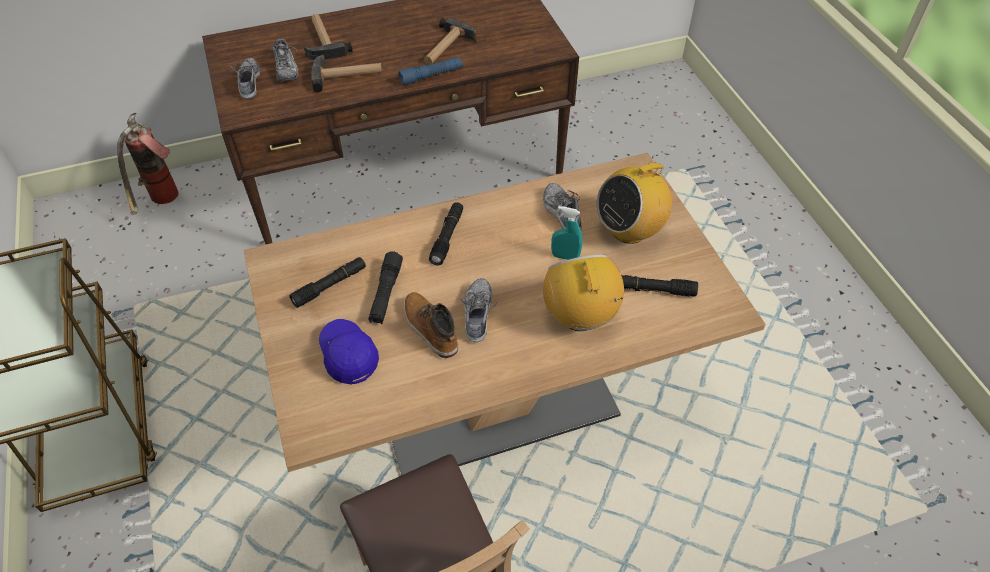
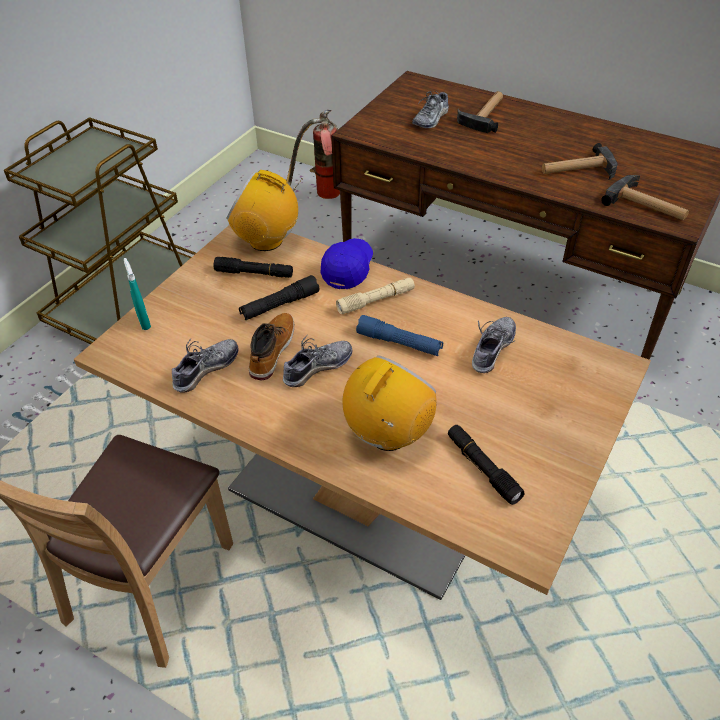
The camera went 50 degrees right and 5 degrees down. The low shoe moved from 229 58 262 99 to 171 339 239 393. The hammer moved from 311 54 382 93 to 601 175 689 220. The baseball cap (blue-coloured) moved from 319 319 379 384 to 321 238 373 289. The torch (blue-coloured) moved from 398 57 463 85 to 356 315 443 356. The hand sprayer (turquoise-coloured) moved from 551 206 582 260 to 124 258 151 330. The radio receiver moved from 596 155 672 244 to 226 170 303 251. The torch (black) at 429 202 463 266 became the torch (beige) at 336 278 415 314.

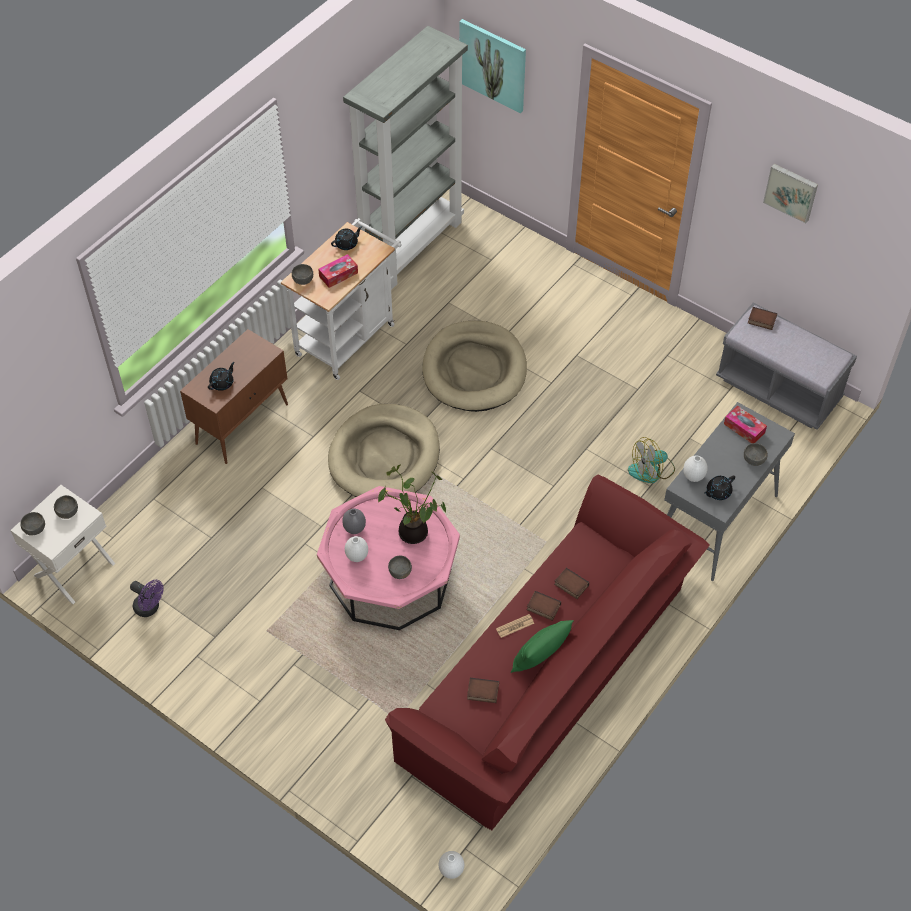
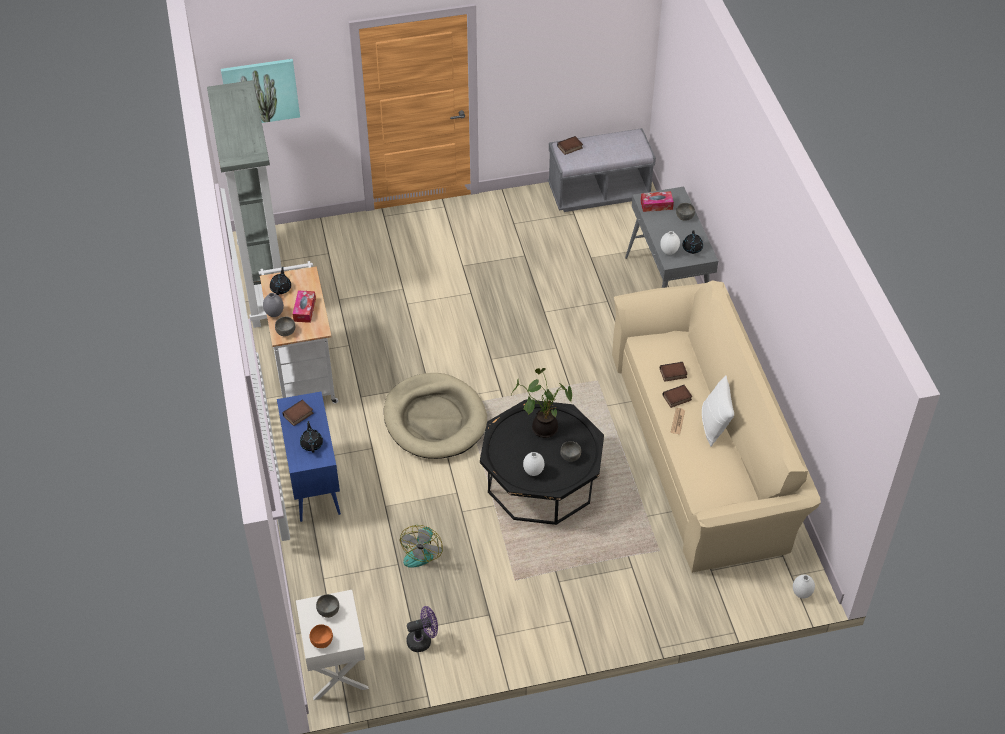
The camera went 50 degrees left and 5 degrees down. The dog cushion (beige) at 422 321 527 412 disappeared. The wall art at 763 164 818 224 disappeared. The decorative vase (grey) moved from 342 509 366 534 to 263 293 284 317. The book moved from 467 678 499 703 to 283 400 314 426. The fan moved from 628 437 675 483 to 400 525 443 568. The bowl (grey) at 20 512 45 536 became the bowl (orange-coloured) at 310 624 333 648. The cabinet (brownish) at 180 329 288 464 became the cabinet (blue-coloured) at 277 392 341 522. The lounge table (pink-coloured) at 317 486 460 630 became the lounge table (black) at 480 399 604 525. The couch (reddish) at 385 474 710 830 became the couch (beige) at 612 280 821 573. The pillow (green) at 511 620 574 673 became the pillow (whitish) at 702 375 734 447.

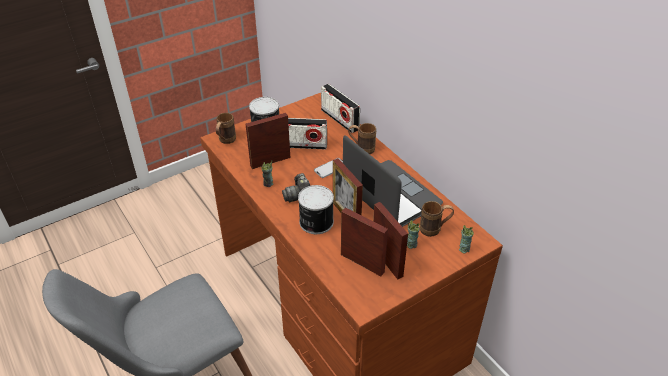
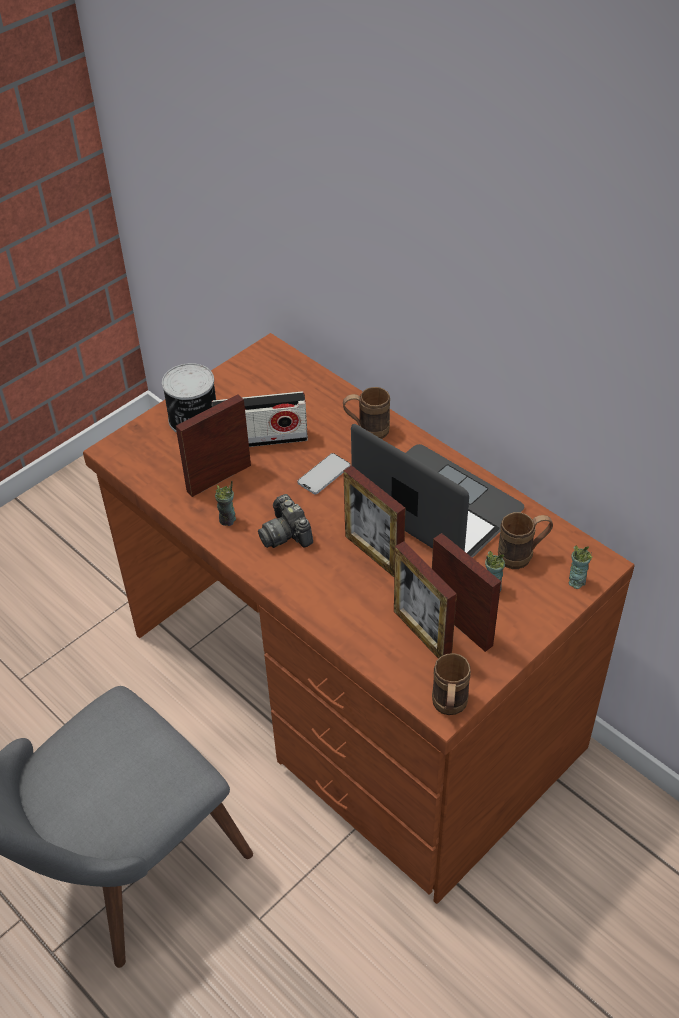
The camera went 10 degrees left and 5 degrees up. The can at 298 185 334 234 disappeared. The radio receiver at 321 84 360 133 disappeared. The tea mug (brownish) moved from 216 113 236 144 to 432 653 471 715. The standing frame at 341 208 388 276 turned 150 degrees counterclockwise.

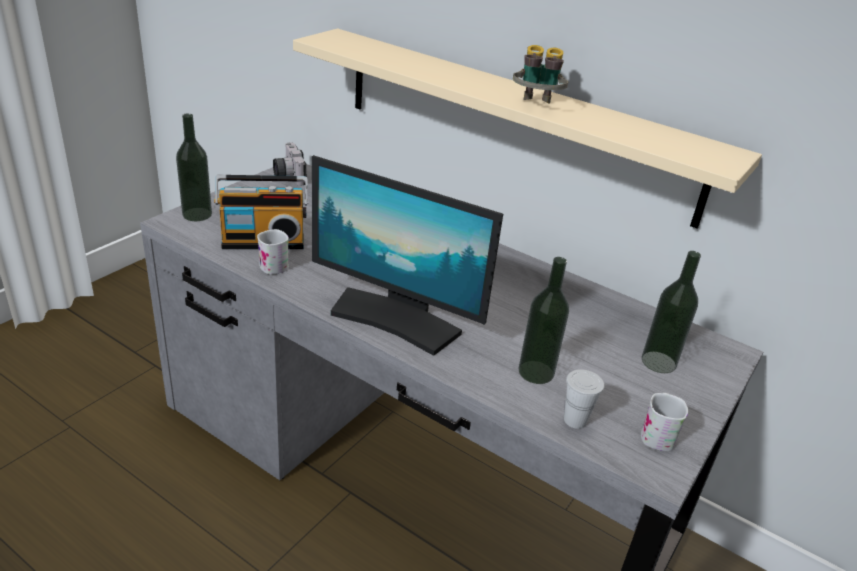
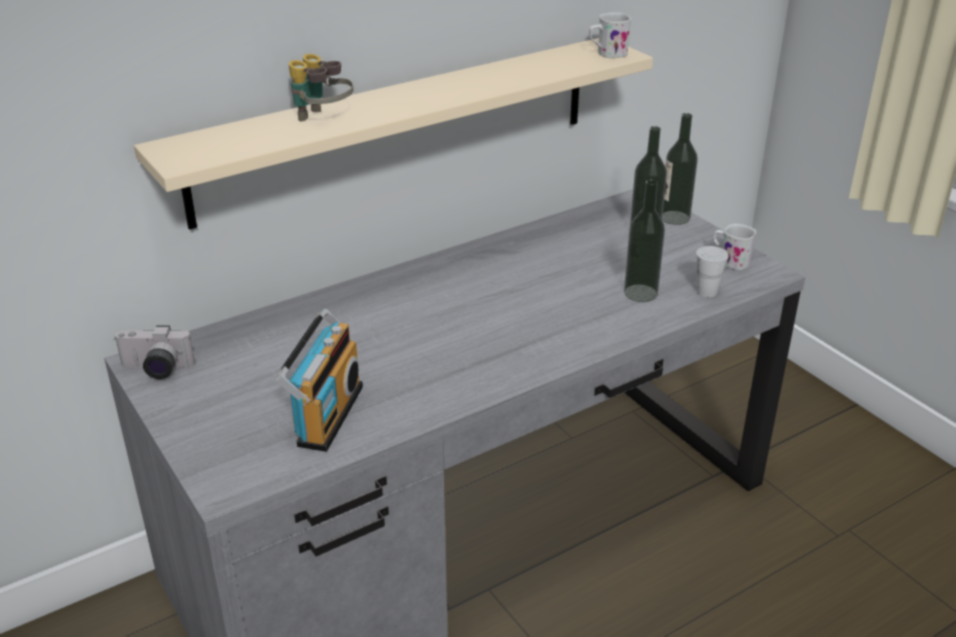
The camera went 65 degrees left and 0 degrees up. The computer display at 312 155 503 356 disappeared. The drink bottle moved from 176 113 212 221 to 662 113 698 225. The tea mug (whitish) moved from 257 229 289 275 to 589 12 631 58. The binoculars moved from 513 45 568 104 to 289 54 354 122.

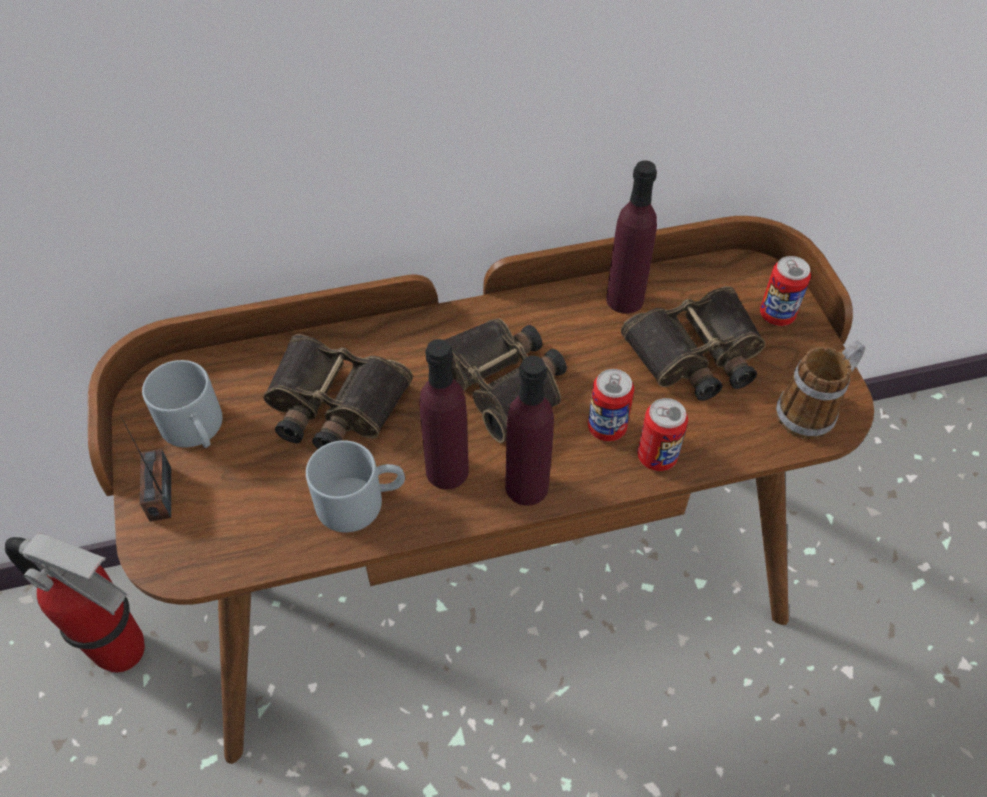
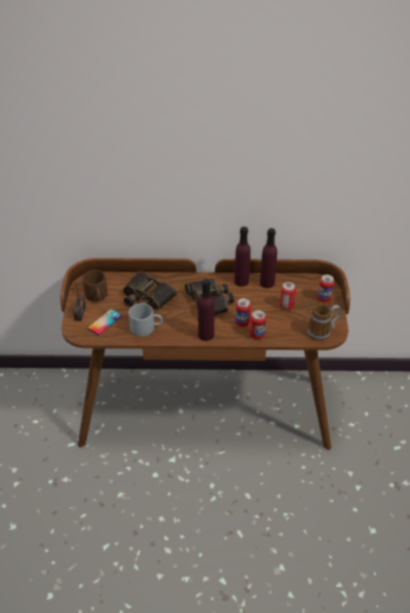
The camera went 15 degrees right and 10 degrees down. The fire extinguisher at 5 533 145 673 disappeared. The phone at 87 309 122 335 appeared. The drink bottle (purplish) moved from 419 339 469 489 to 234 227 251 287. The binoculars at 621 286 766 401 was replaced by the can at 280 282 296 310. The tea mug (grey) at 142 360 223 448 became the tea mug (brownish) at 82 270 108 301.

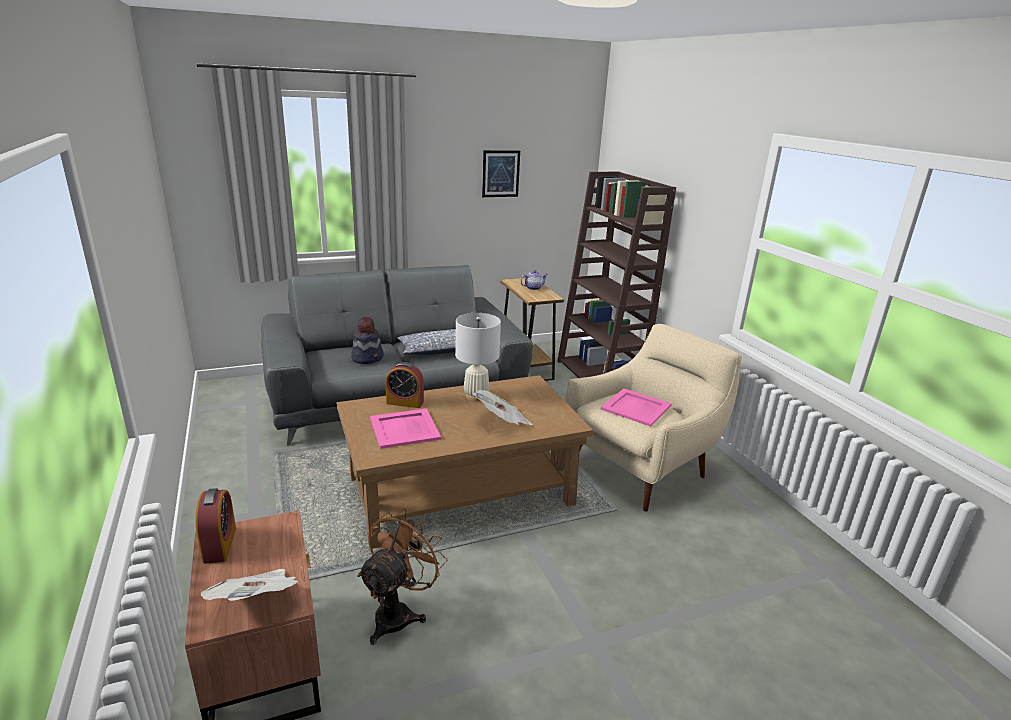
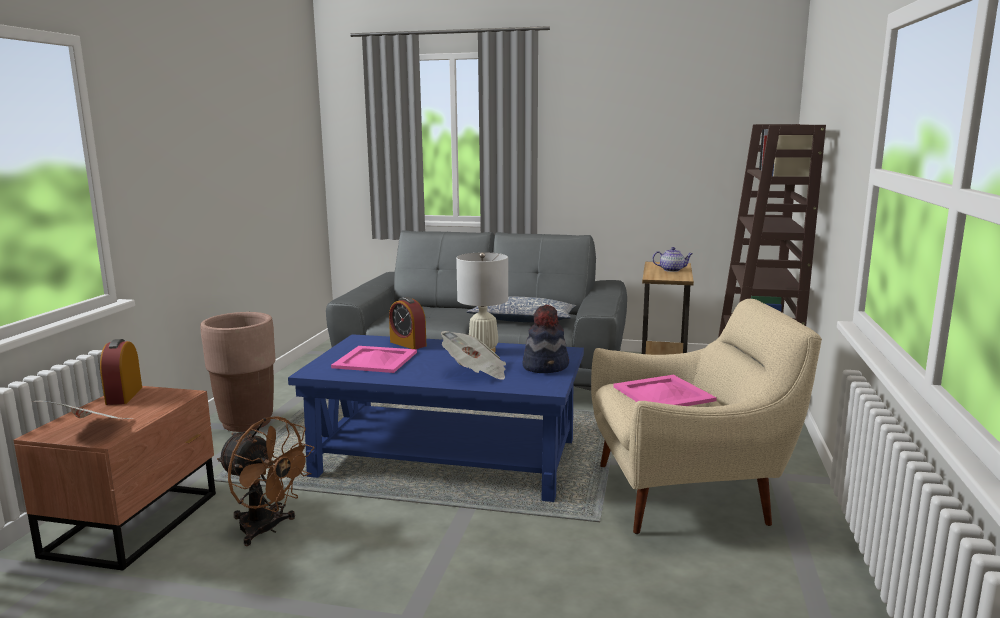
The camera went 35 degrees right and 10 degrees down. The wall art at 482 150 520 197 disappeared. The plant pot (brownish) at 200 312 276 432 appeared. The hat moved from 351 316 384 364 to 522 305 569 373. The lounge table (brownish) at 336 375 593 549 became the lounge table (blue-coloured) at 288 334 584 502. The bedside clock at 196 488 236 564 turned 150 degrees clockwise. The fan (brownish) at 357 509 447 645 turned 60 degrees clockwise.

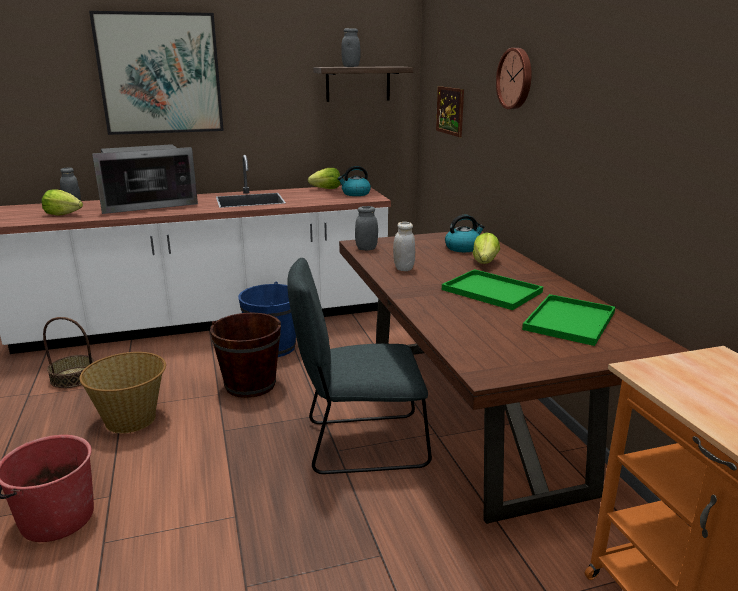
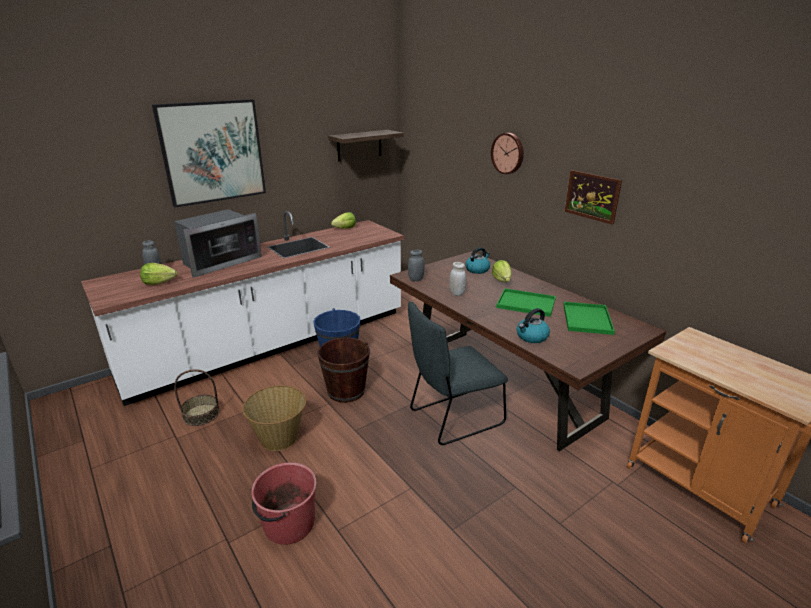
The camera went 20 degrees left and 5 degrees up. The preserve jar (grey) at 341 28 361 67 disappeared. The water kettle moved from 338 166 371 196 to 517 308 550 343. The wall art moved from 436 86 464 137 to 564 170 622 225.

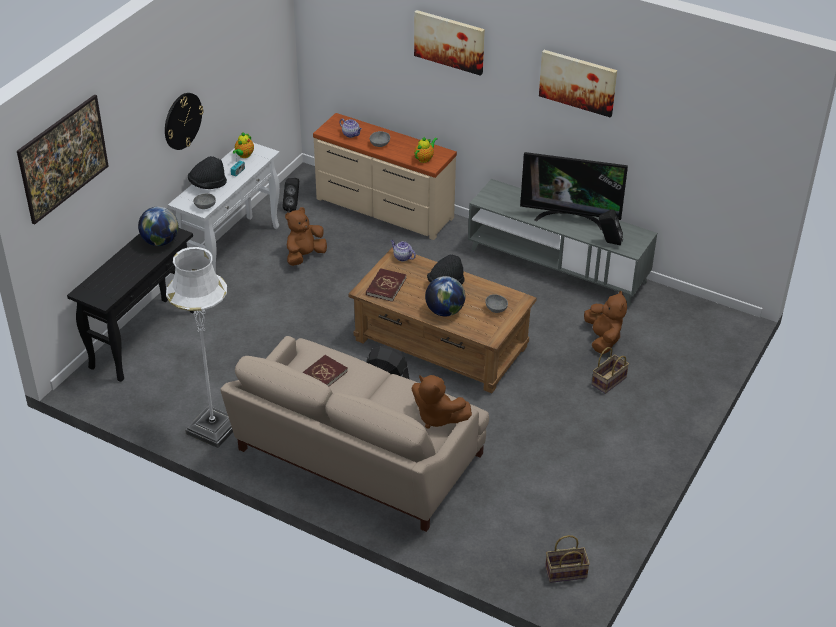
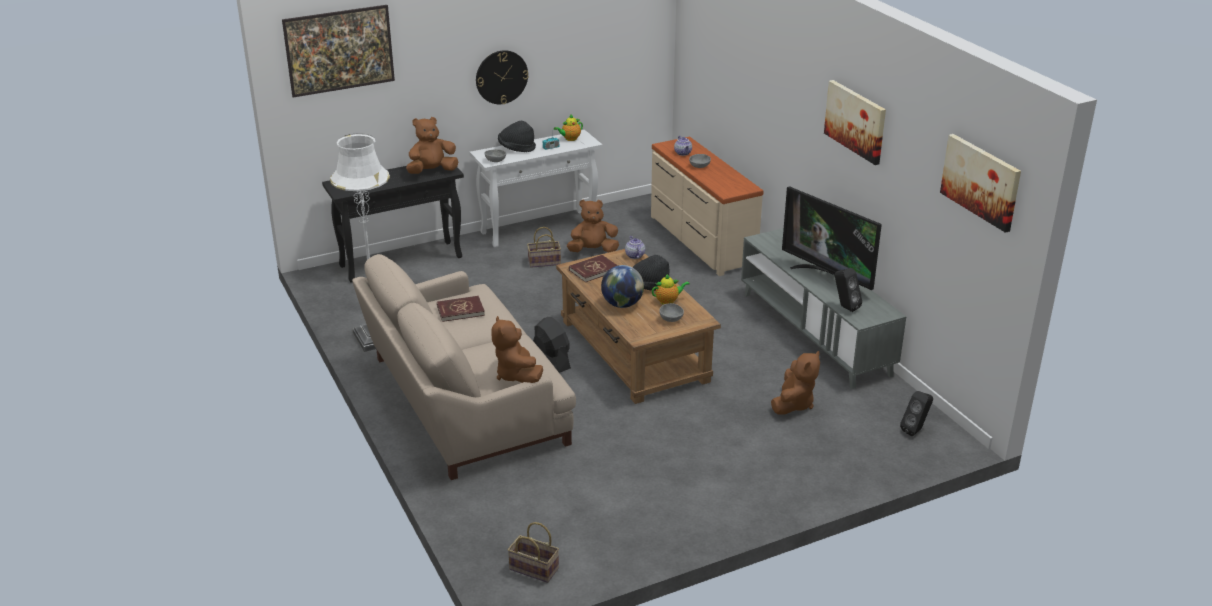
The camera went 35 degrees right and 10 degrees down. The loudspeaker (black) moved from 282 178 299 212 to 900 391 933 436. The wall art moved from 414 10 485 76 to 940 134 1021 233. The tea pot moved from 414 137 438 163 to 652 274 690 305. The basket moved from 592 347 629 394 to 527 227 561 268. The desk globe at 138 206 178 246 was replaced by the plush toy (brownish) at 406 117 458 174.

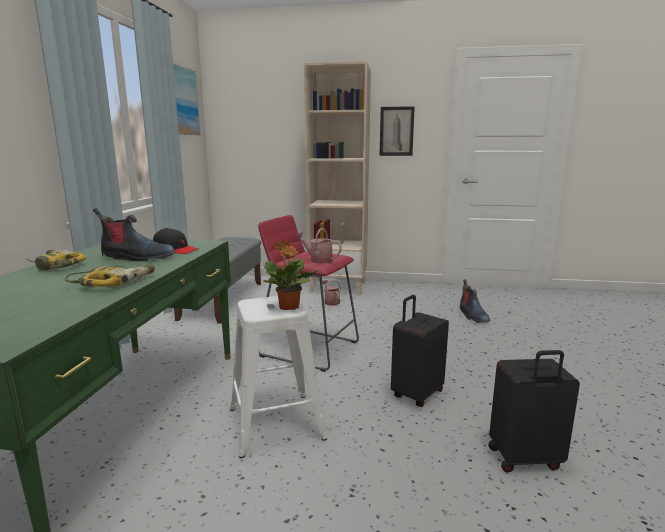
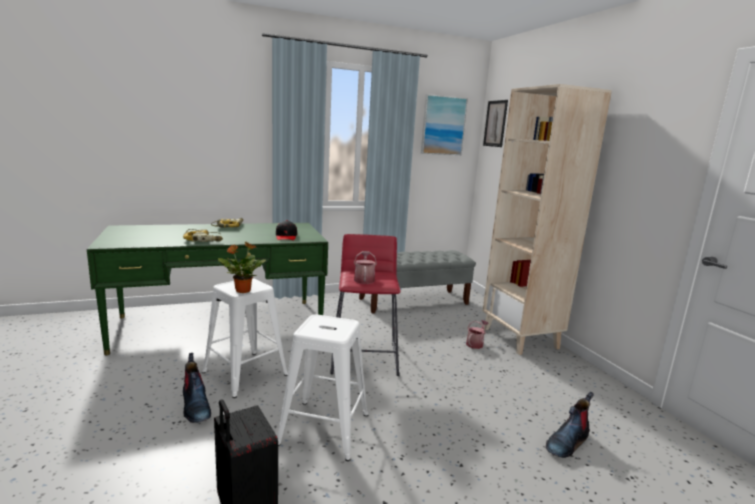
The camera went 60 degrees right and 0 degrees up. The high-top boot moved from 93 208 175 261 to 183 353 211 423. The wall art moved from 379 106 415 156 to 483 100 508 147. The suitcase (black) at 391 295 449 407 was replaced by the stool seat (whitish) at 277 314 368 461.

